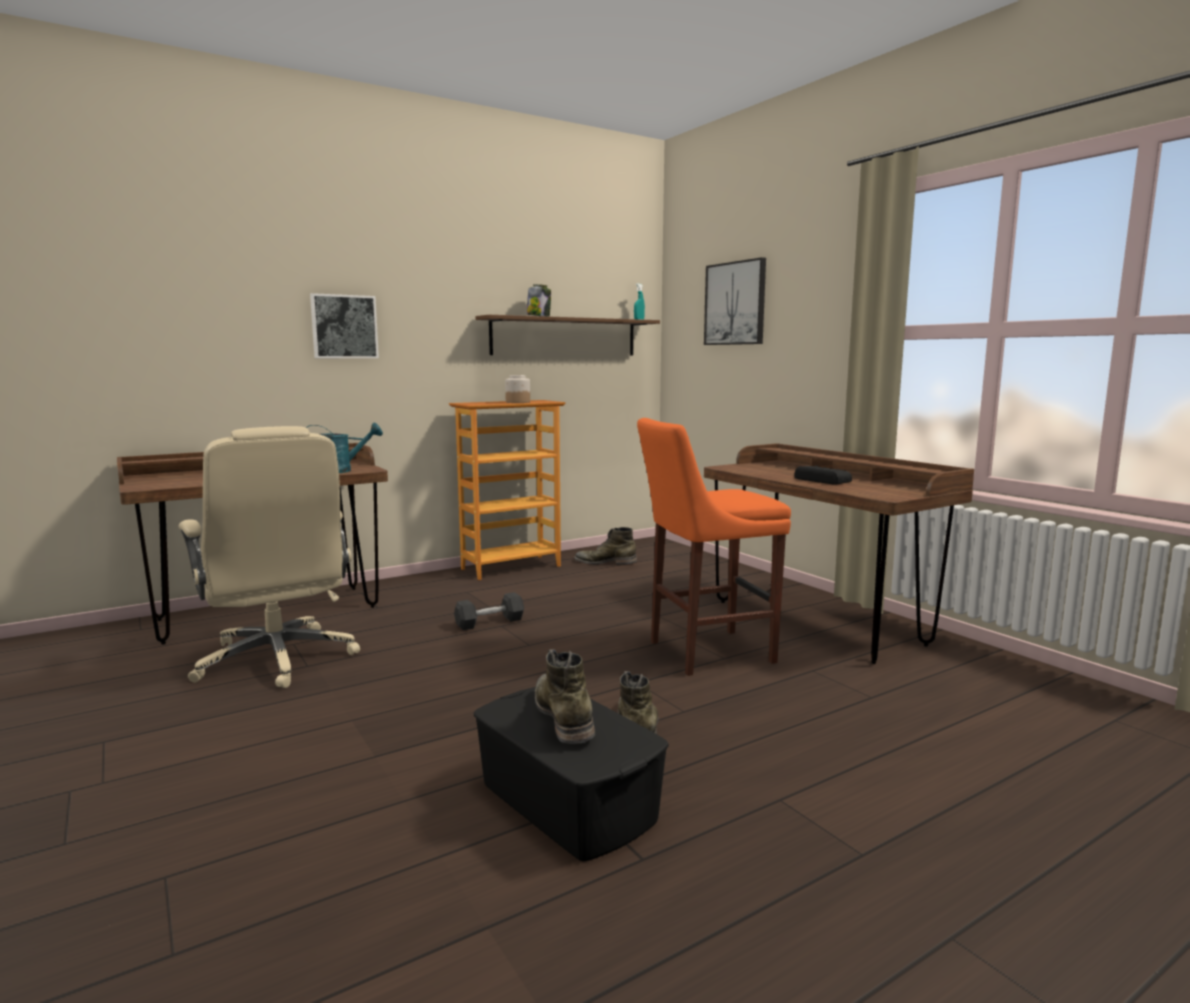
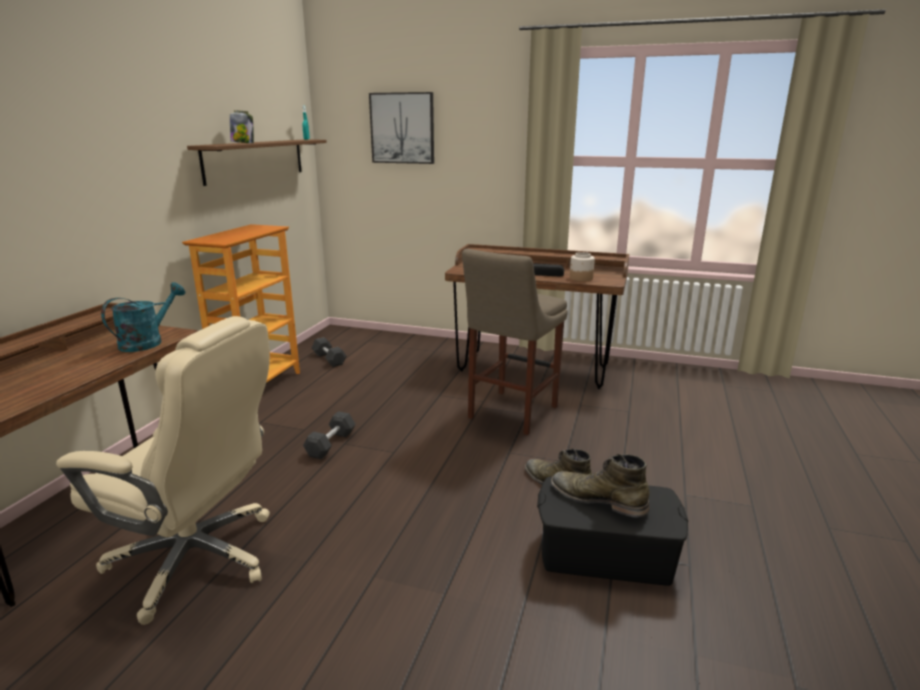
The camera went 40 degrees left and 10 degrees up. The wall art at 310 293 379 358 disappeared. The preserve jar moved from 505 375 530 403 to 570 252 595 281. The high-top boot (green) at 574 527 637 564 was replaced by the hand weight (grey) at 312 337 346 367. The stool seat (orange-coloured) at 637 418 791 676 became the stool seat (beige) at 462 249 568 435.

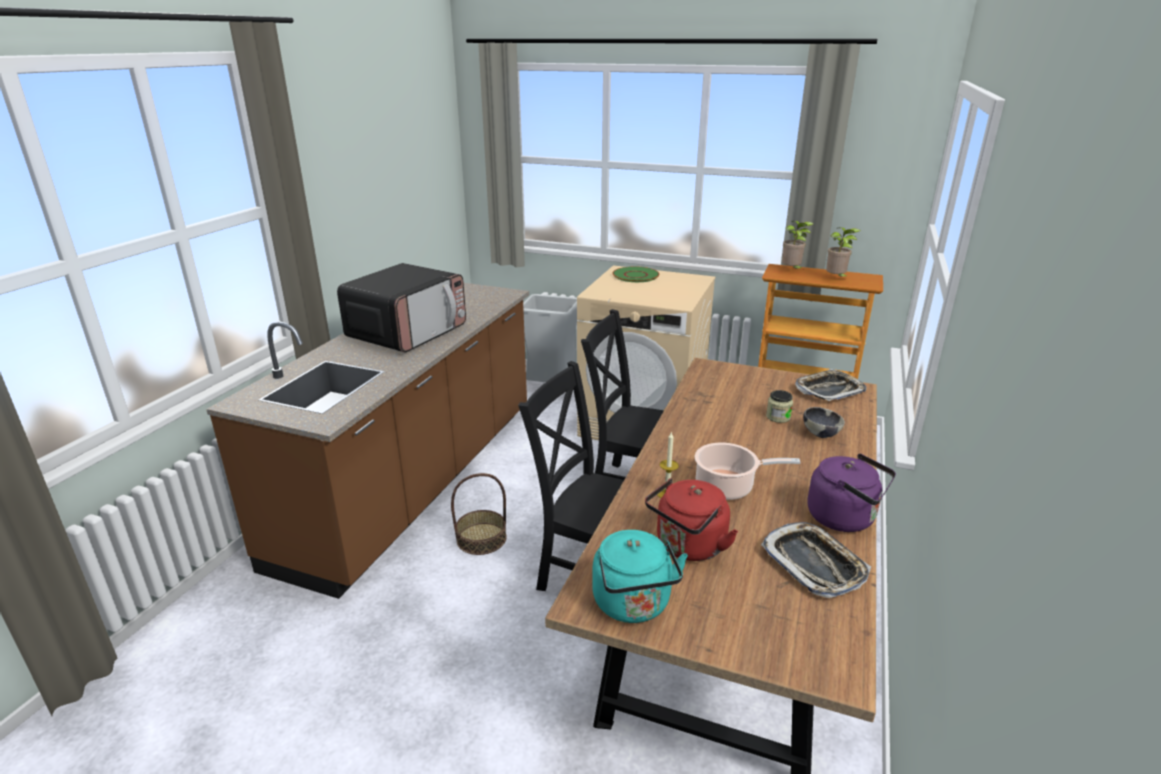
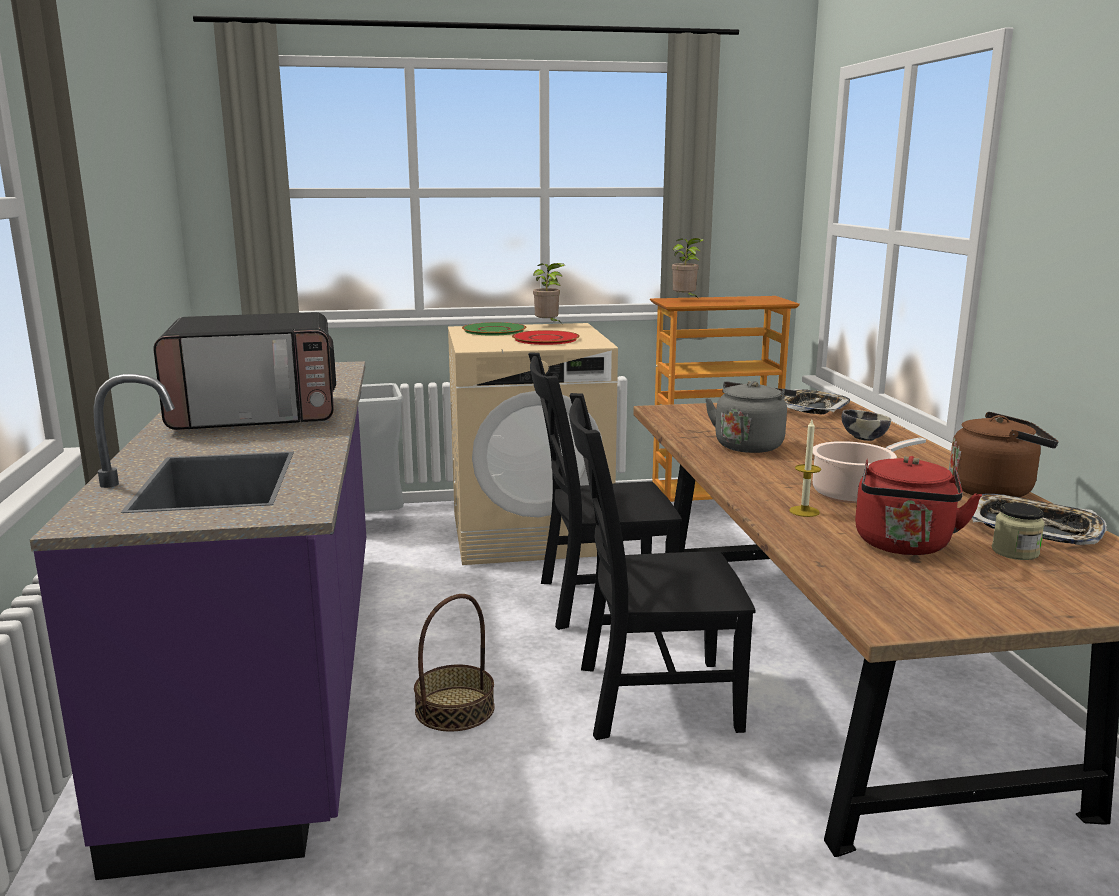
The camera went 30 degrees left and 10 degrees down. The water kettle (turquoise-coloured) at 592 530 688 623 disappeared. The dinner plate (reddish) at 512 330 580 345 appeared. The water kettle (grey) at 705 381 797 453 appeared. The preserve jar moved from 766 390 793 423 to 992 502 1045 560. The plant in a pot moved from 826 227 861 278 to 533 263 565 322. The kitchen base unit (brownish) at 206 283 529 599 became the kitchen base unit (purplish) at 30 361 366 880. The water kettle (purplish) at 807 453 896 532 became the water kettle (brownish) at 949 412 1059 497. The kitchen microwave at 337 263 466 352 turned 75 degrees clockwise.

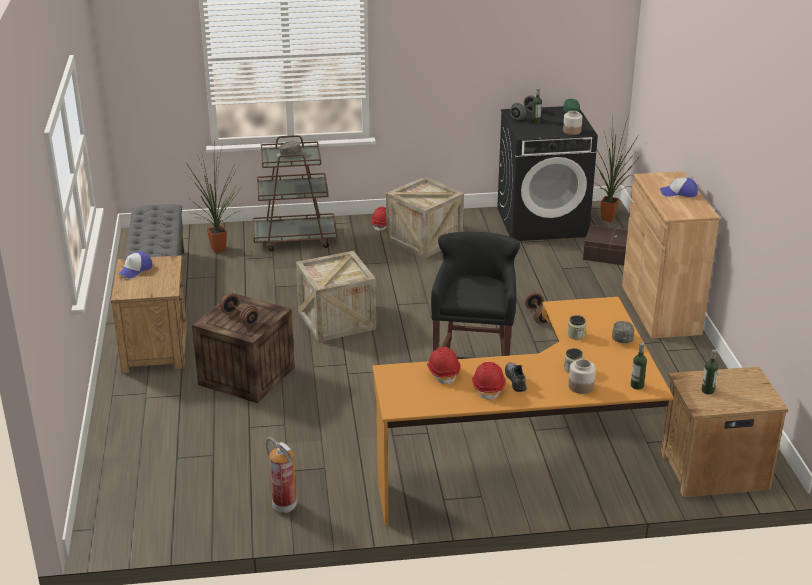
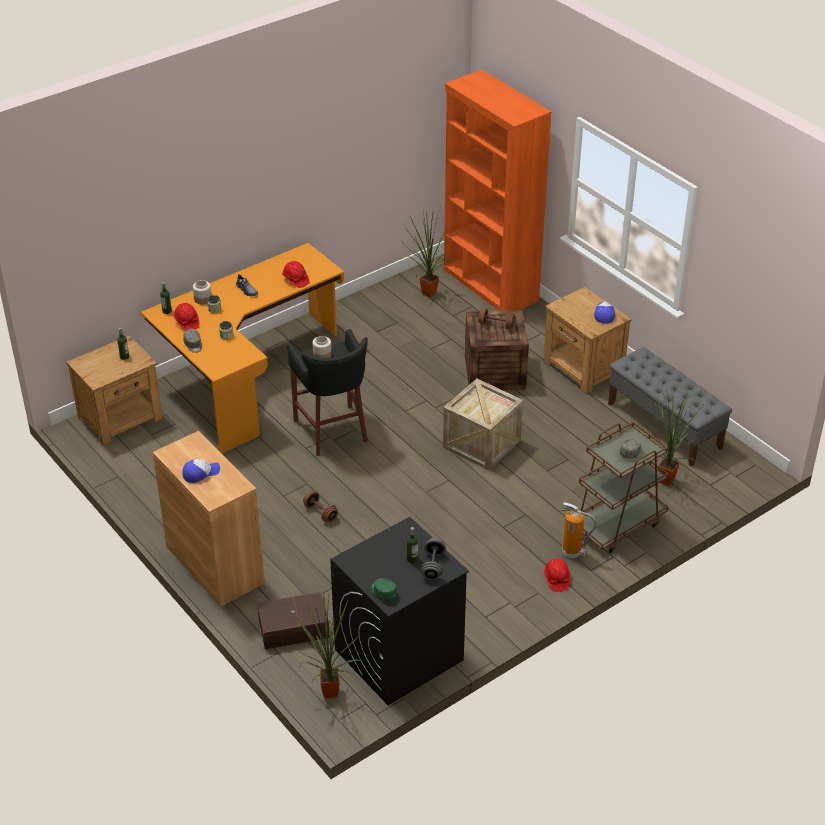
The camera went 150 degrees right and 10 degrees up. The shipping crate at 386 177 464 258 disappeared. The plant in a pot at 404 209 454 298 appeared. The bookshelf (orange-coloured) at 444 70 552 311 appeared. The fire extinguisher moved from 266 437 297 513 to 561 502 597 558. The safety helmet (reddish) moved from 472 362 506 401 to 174 303 199 331. The preserve jar moved from 563 111 582 135 to 313 336 332 358.

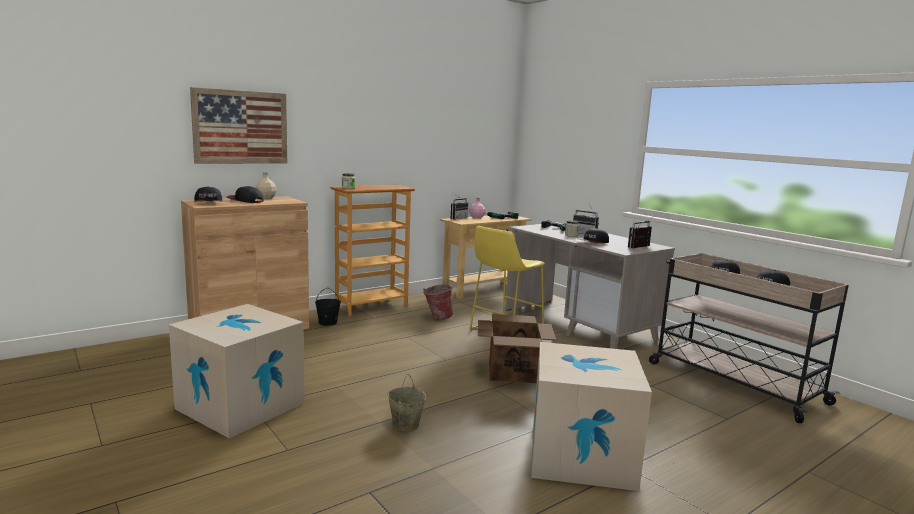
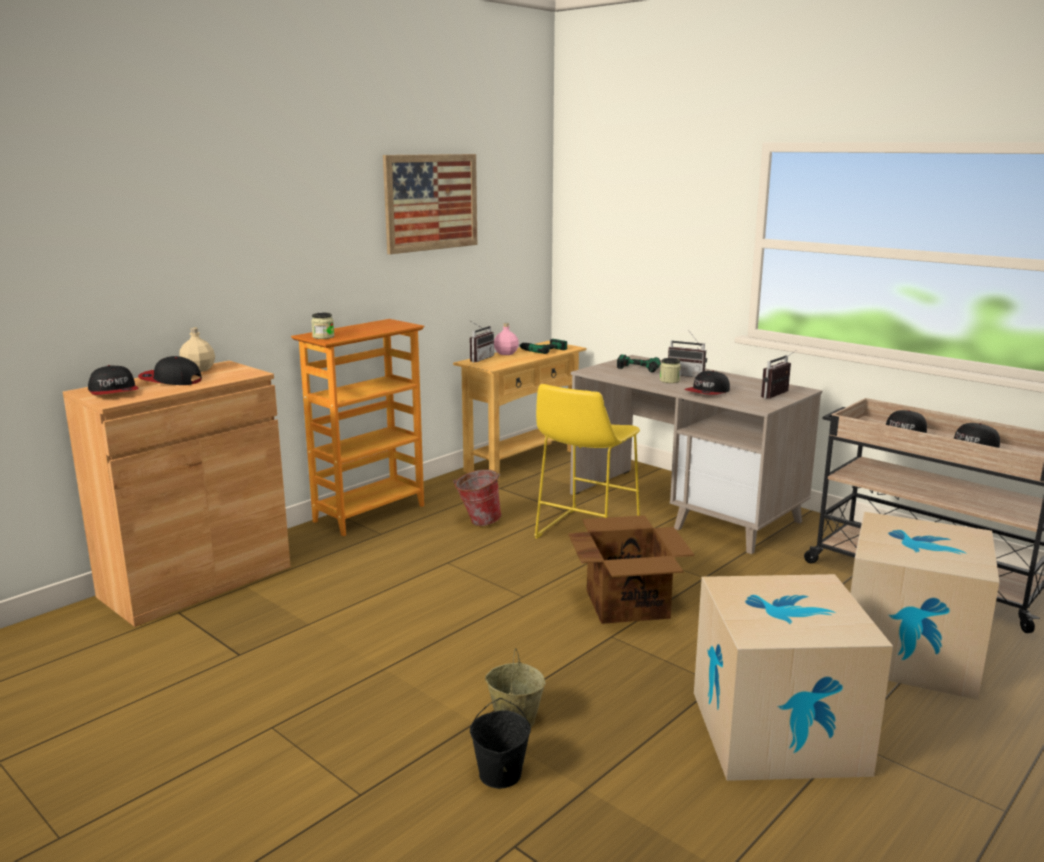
The camera went 10 degrees left and 5 degrees up. The packing box moved from 169 304 305 438 to 850 512 999 700. The wall art moved from 190 87 287 164 to 383 154 477 254. The water bucket (black) moved from 315 288 341 326 to 470 698 531 789.

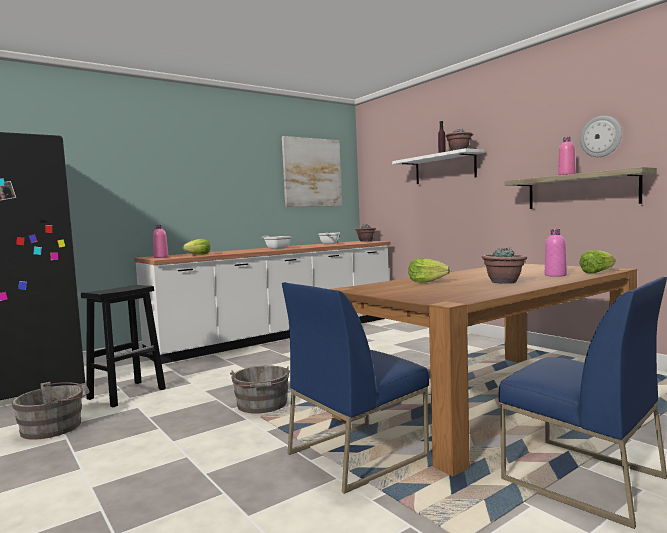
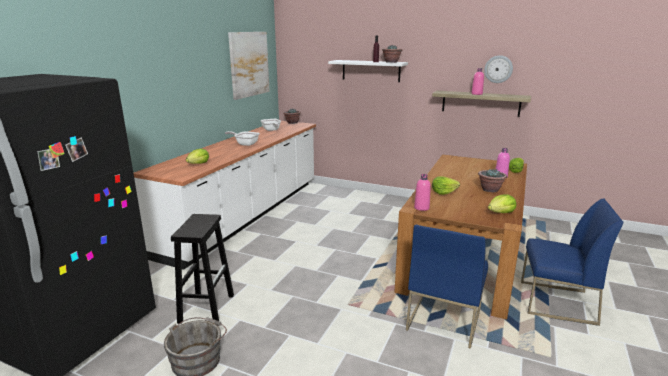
The camera went 30 degrees left and 15 degrees up. The water bucket (grey) at 230 366 290 414 disappeared. The lettuce at 488 194 516 213 appeared. The drink bottle (pink-coloured) moved from 153 225 169 258 to 414 174 431 211.

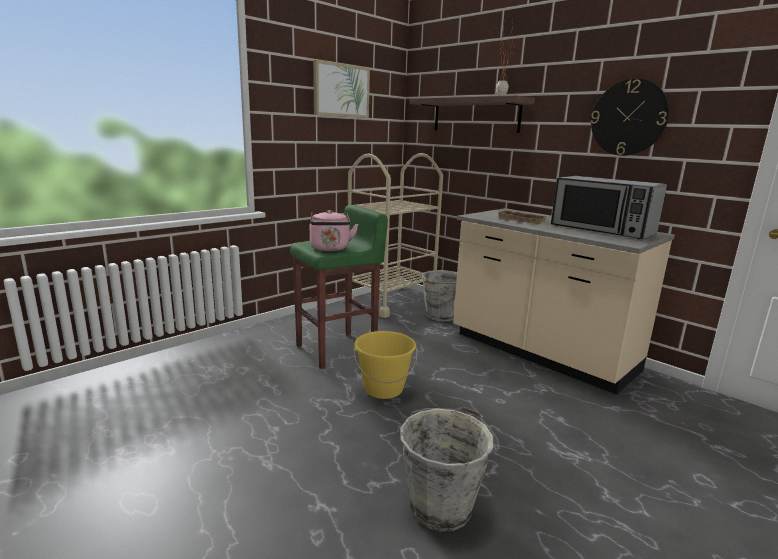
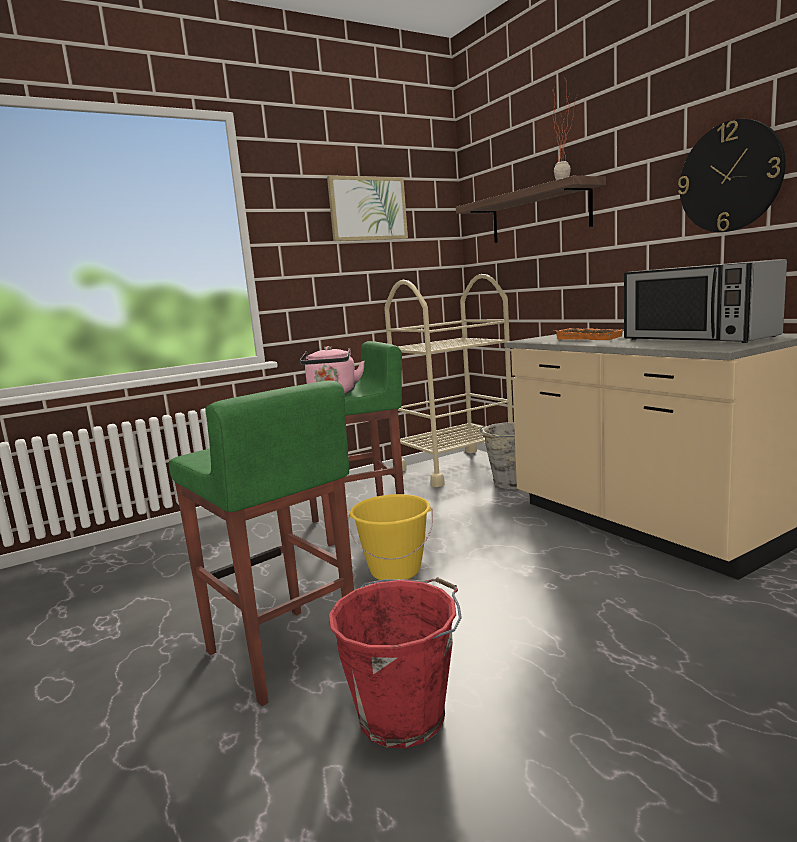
The camera went 15 degrees right and 5 degrees down. The stool seat (green) at 169 380 354 706 appeared. The water bucket (grey) at 400 406 500 532 became the water bucket (reddish) at 329 577 462 748. The serving tray (beige) at 497 210 549 224 became the serving tray (orange-coloured) at 555 328 623 340.

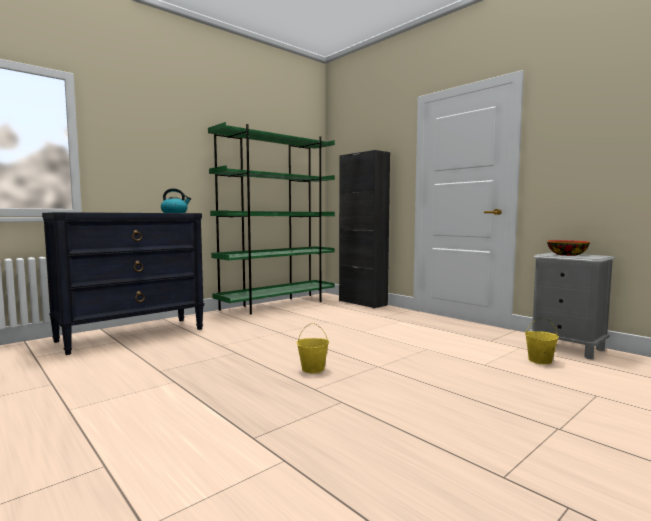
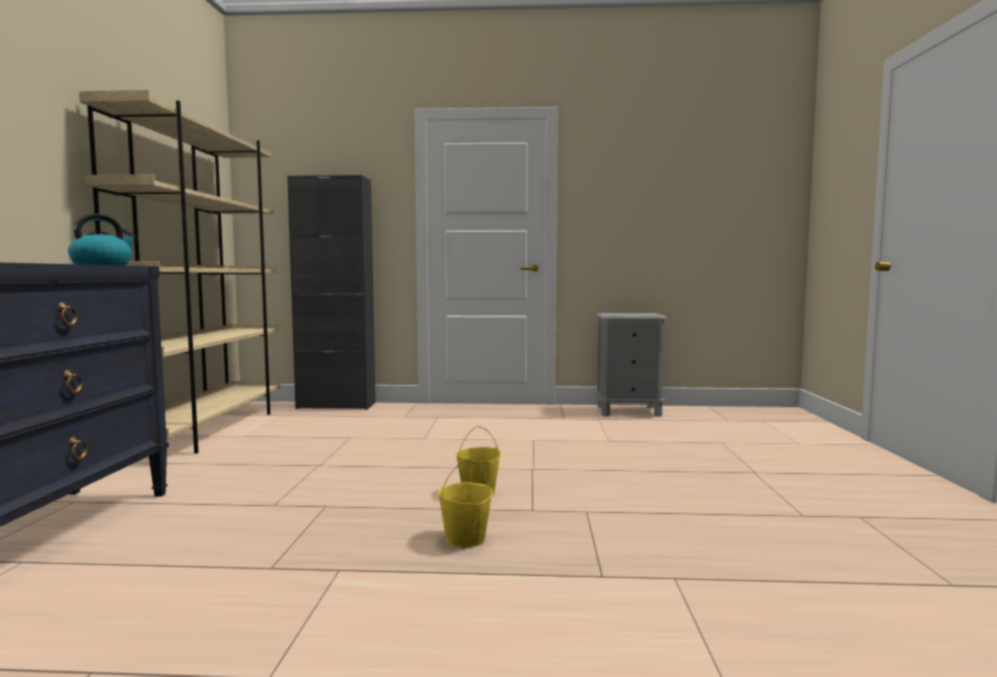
The camera went 45 degrees left and 0 degrees up. The bowl at 547 240 590 256 disappeared. The water bucket (yellowish) moved from 525 317 559 364 to 438 459 493 548. The bookshelf (green) at 208 122 335 315 became the bookshelf (beige) at 79 90 280 454.

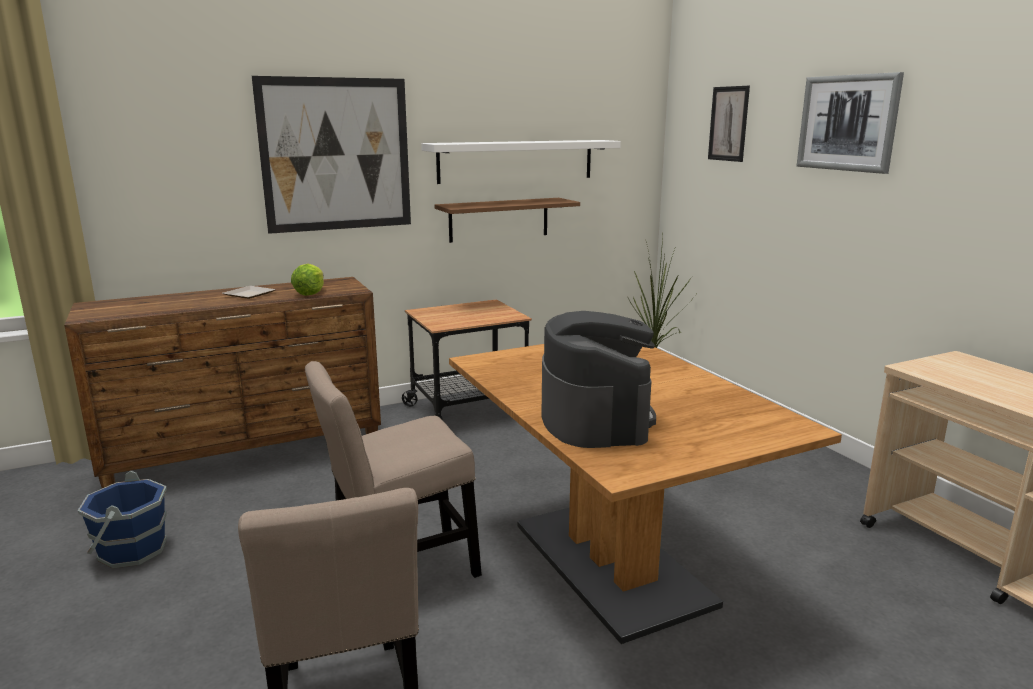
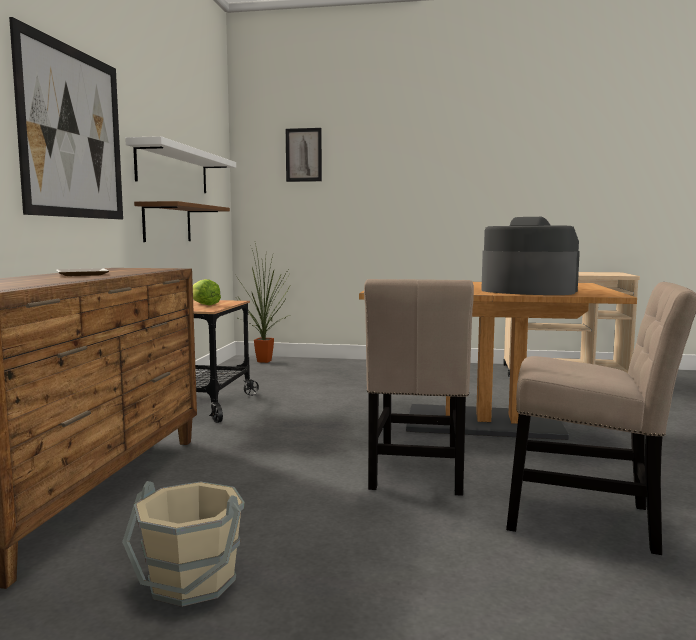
The camera went 55 degrees left and 10 degrees down. The wall art at 797 72 904 174 disappeared. The lettuce moved from 291 264 324 296 to 193 279 221 305. The water bucket (blue-coloured) at 78 471 167 568 became the water bucket (beige) at 122 481 245 607.

